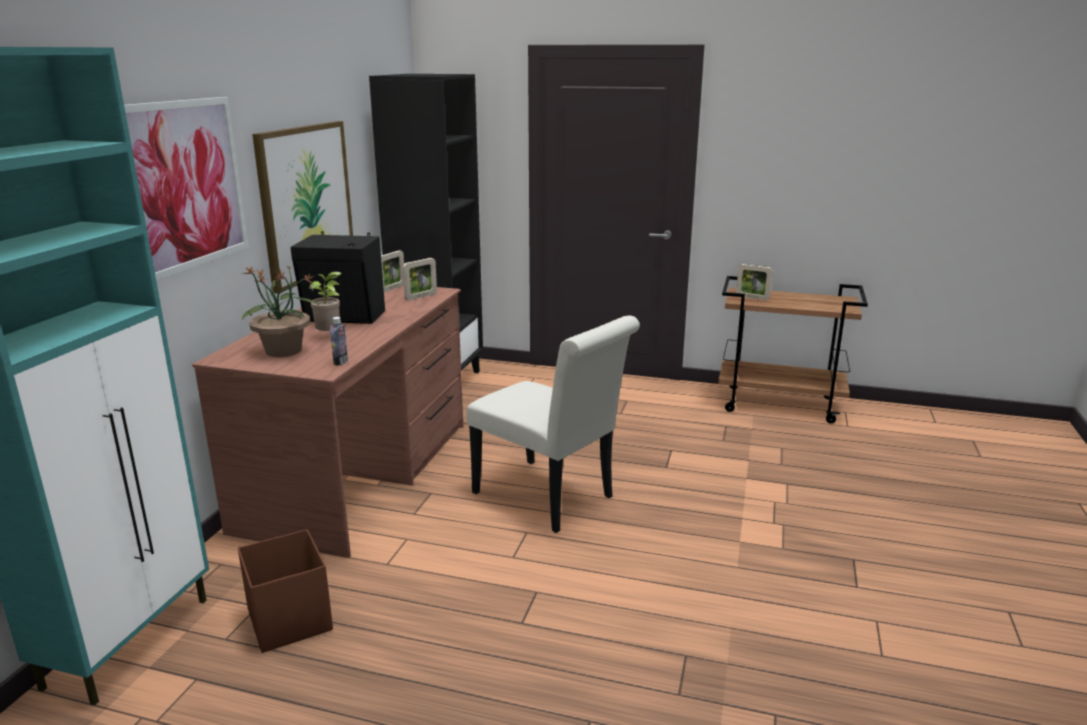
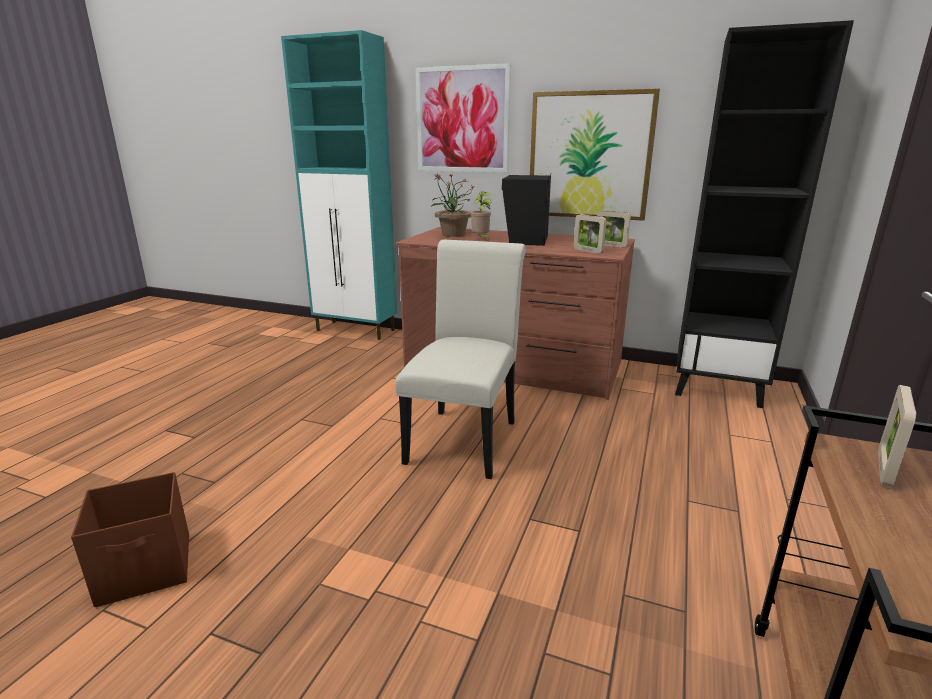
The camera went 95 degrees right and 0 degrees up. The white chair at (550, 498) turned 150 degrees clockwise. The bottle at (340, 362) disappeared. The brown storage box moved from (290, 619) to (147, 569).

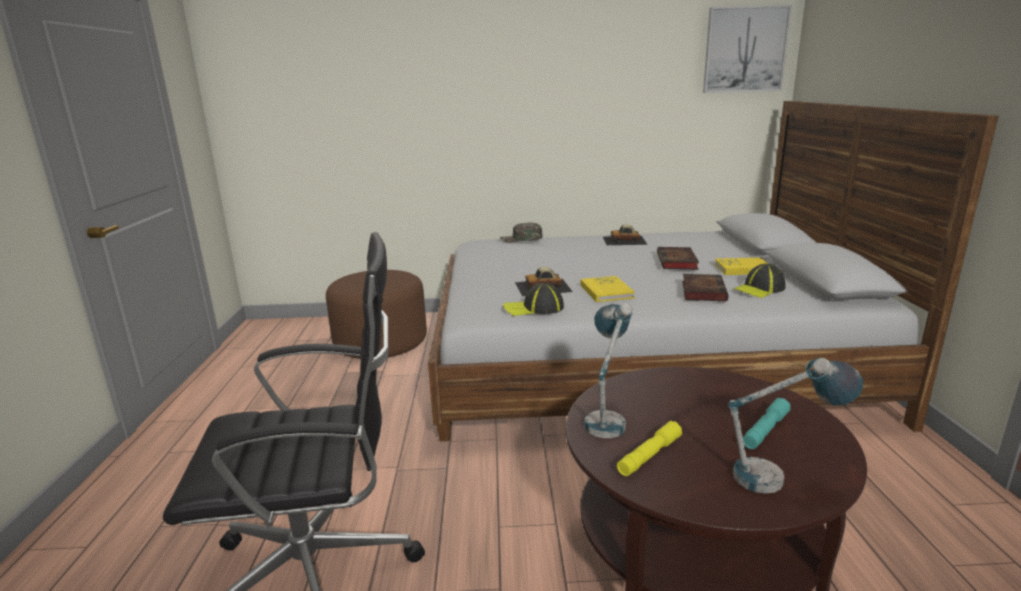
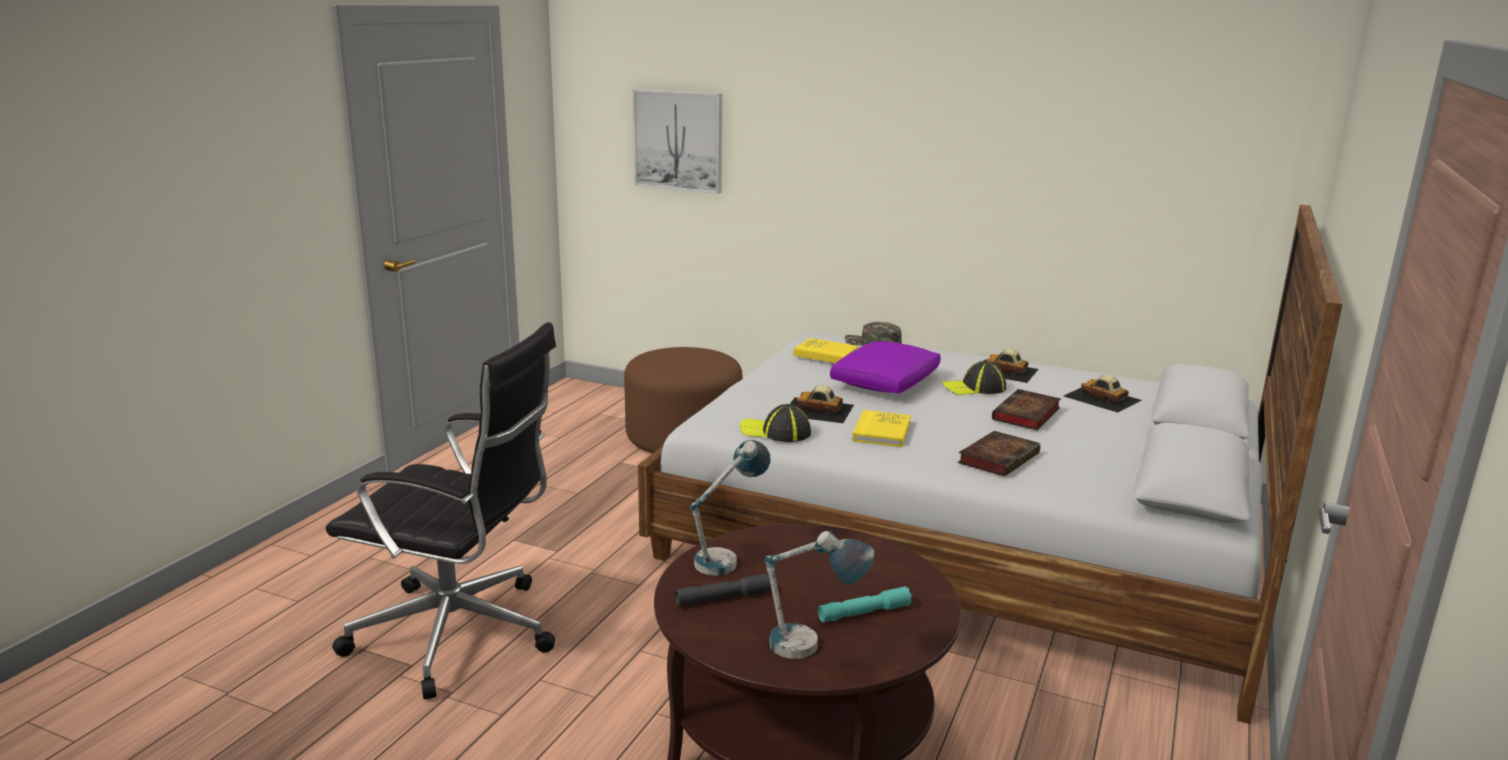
The camera went 25 degrees right and 0 degrees up. The picture moved from (744, 50) to (678, 140). The yellow book moved from (743, 269) to (825, 354). The cap moved from (759, 289) to (974, 388). The yellow flashlight at (649, 455) became the grey flashlight at (722, 598). The purple pillow at (884, 382) appeared. The toy car at (1102, 398) appeared.

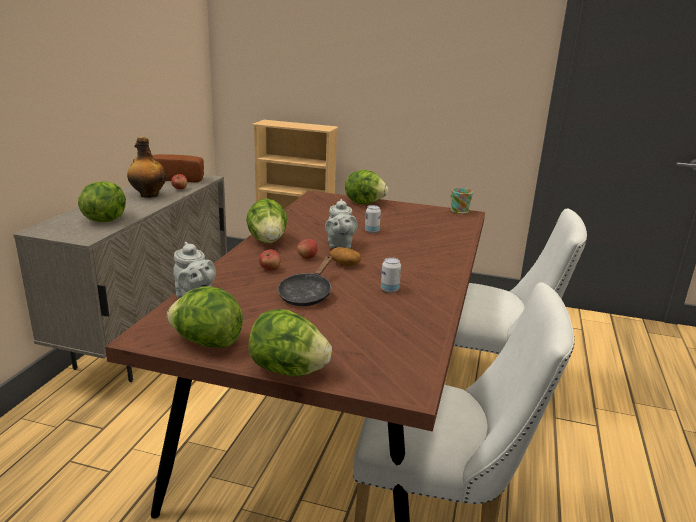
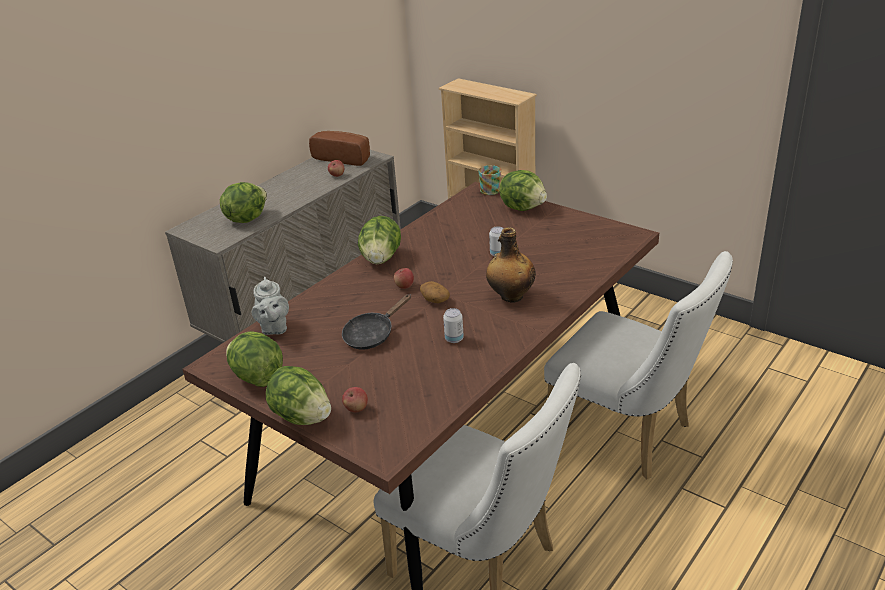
The camera went 25 degrees right and 10 degrees up. The bottle moved from (148, 195) to (511, 296). The mug moved from (458, 210) to (490, 189). The grey teapot at (339, 246) disappeared. The apple moved from (270, 269) to (356, 409).

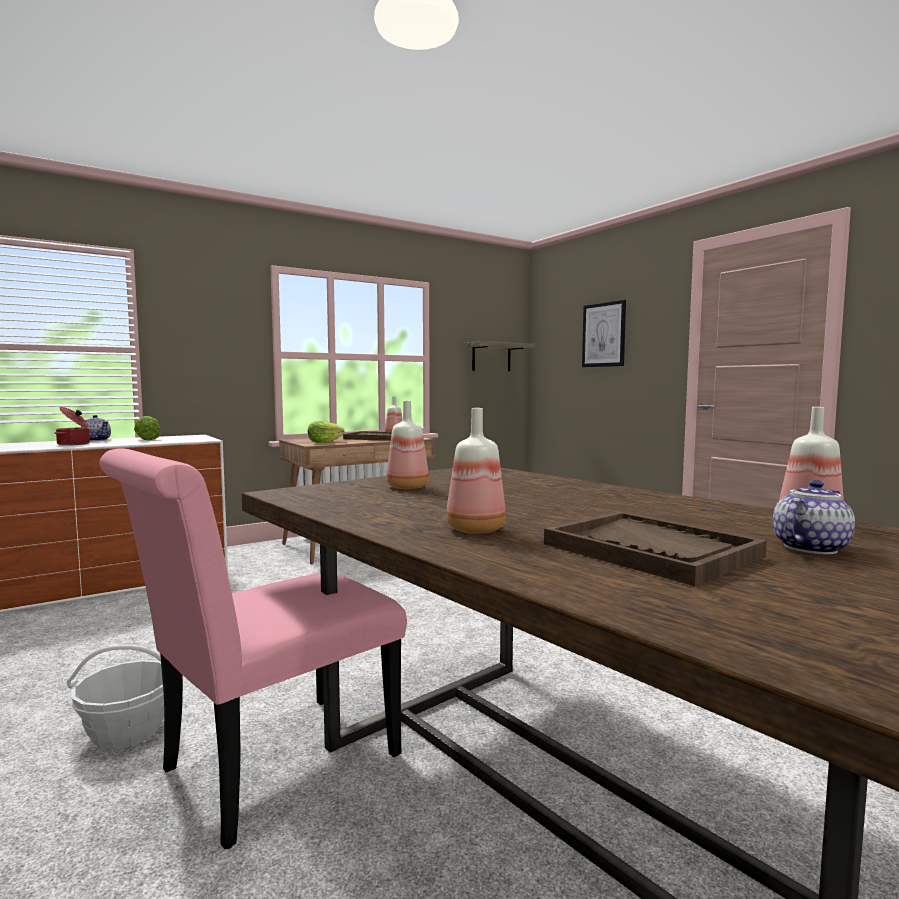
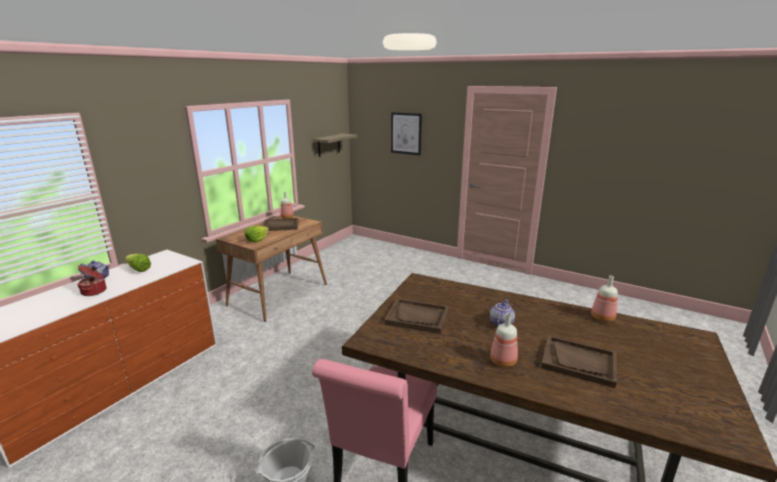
The camera went 25 degrees left and 15 degrees up. The bottle at (408, 487) was replaced by the brown tray at (417, 317). The teapot moved from (809, 548) to (500, 323).

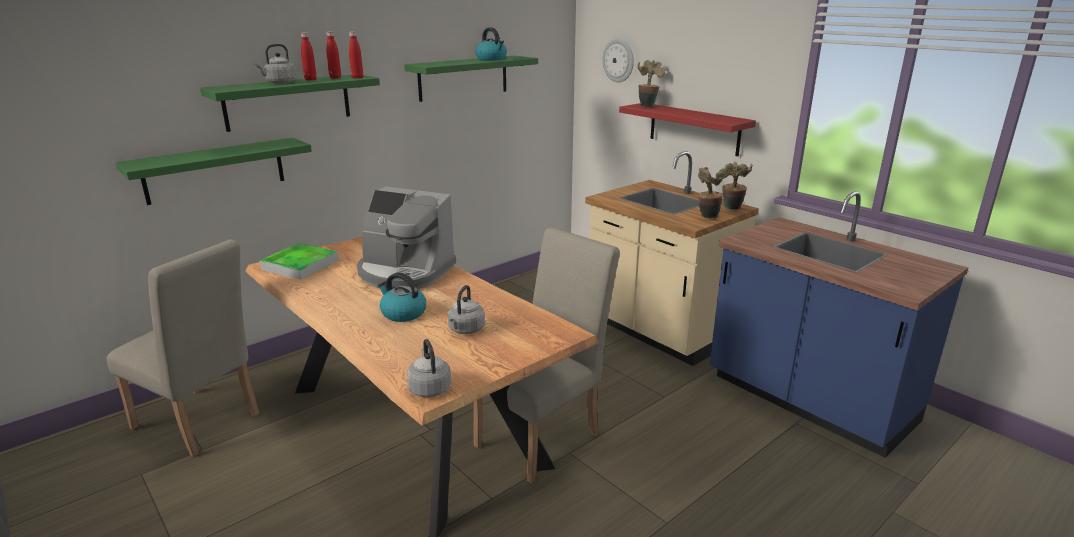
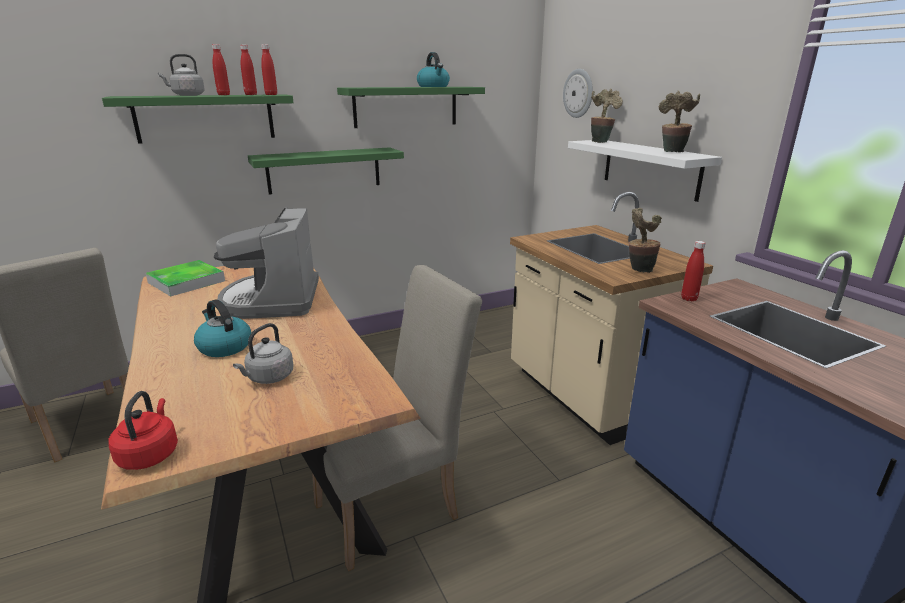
The camera went 15 degrees right and 0 degrees up. The red shelf at (694, 129) became the white shelf at (650, 168). The green shelf moved from (215, 170) to (324, 170). The potted plant moved from (731, 209) to (672, 153). The coffee machine at (404, 272) turned 45 degrees clockwise. The grey kettle at (429, 388) became the red kettle at (150, 454). The red bottle at (689, 299) appeared.

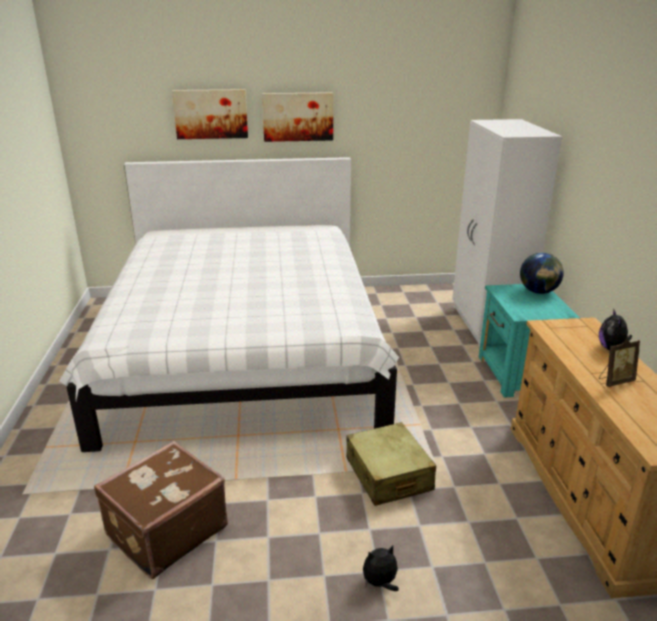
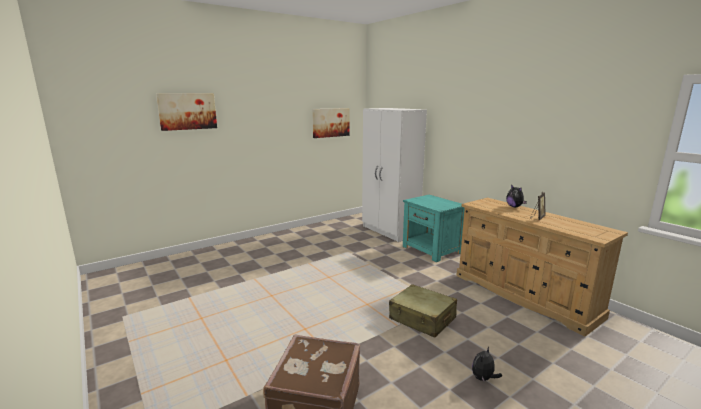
The camera went 30 degrees left and 10 degrees down. The picture moved from (298, 116) to (330, 122). The white bed at (243, 353) disappeared. The globe at (538, 292) disappeared.

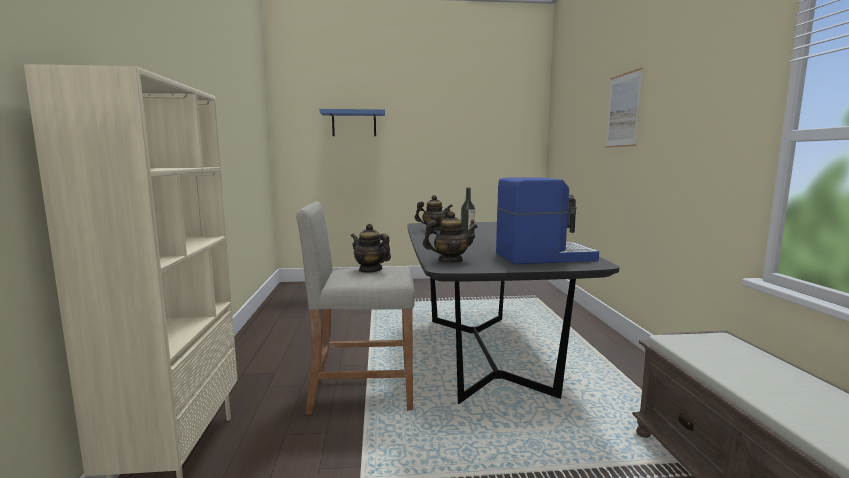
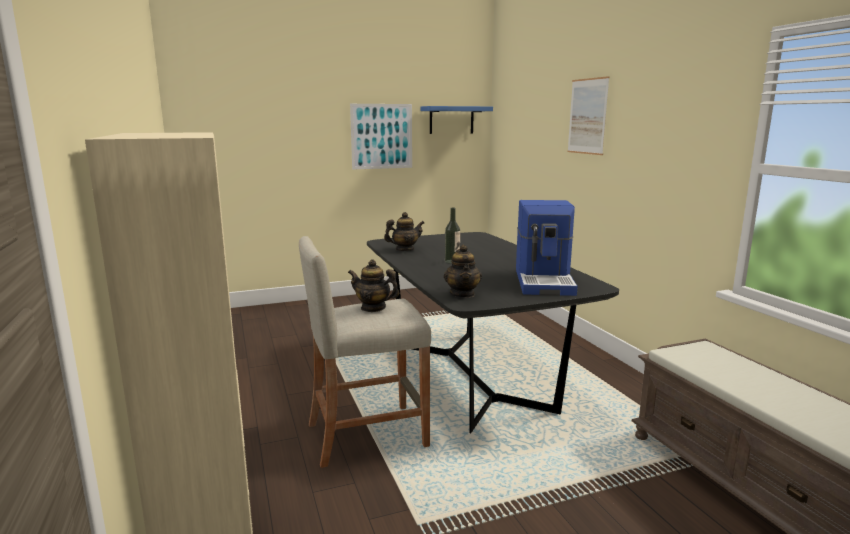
The camera went 15 degrees left and 5 degrees up. The blue shelf moved from (354, 123) to (451, 120). The coffee machine at (543, 257) turned 120 degrees clockwise. The teapot at (450, 261) turned 105 degrees clockwise. The picture at (382, 136) appeared.

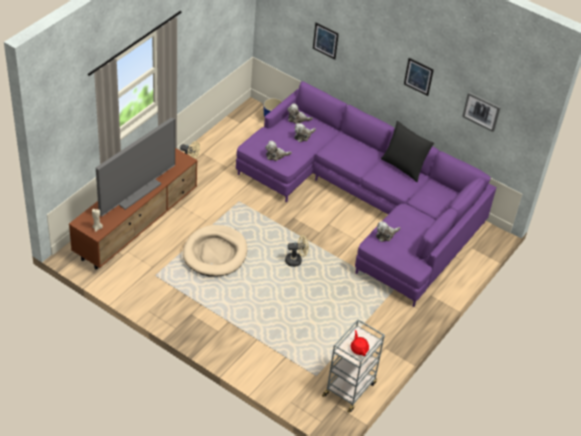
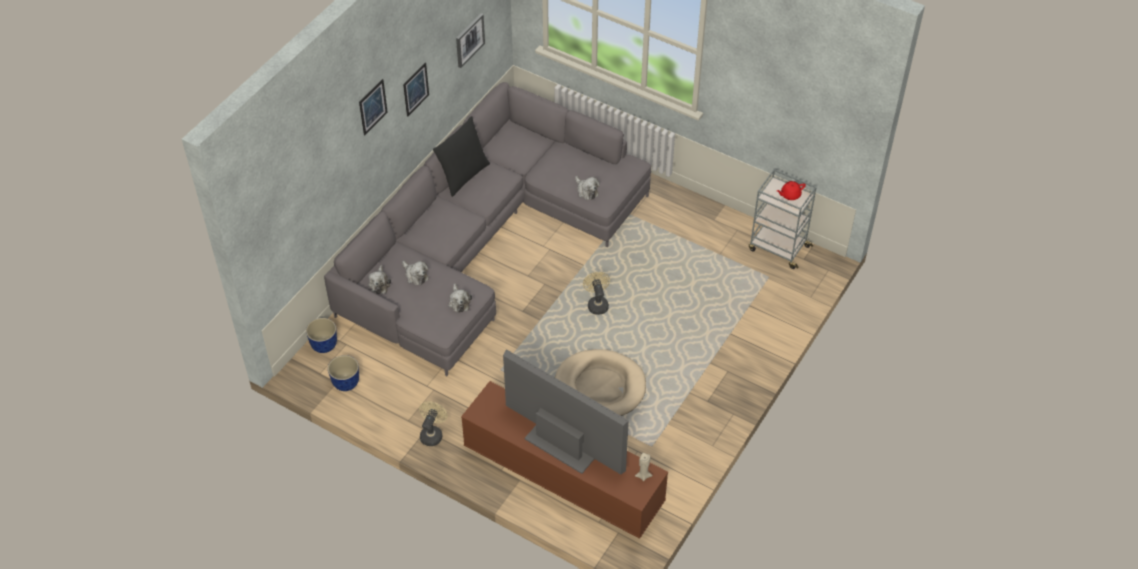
The camera went 90 degrees left and 5 degrees up. The picture moved from (325, 40) to (373, 107). The purple sofa at (366, 204) became the grey sofa at (486, 240). The planter at (345, 383) appeared.

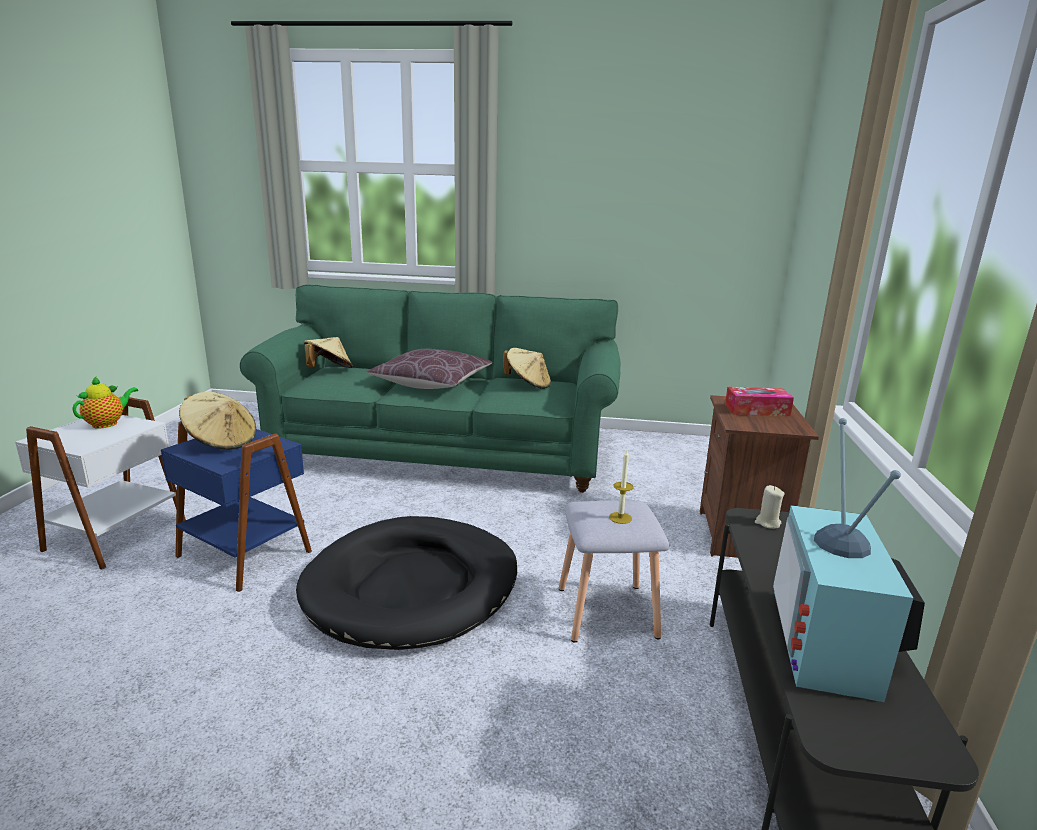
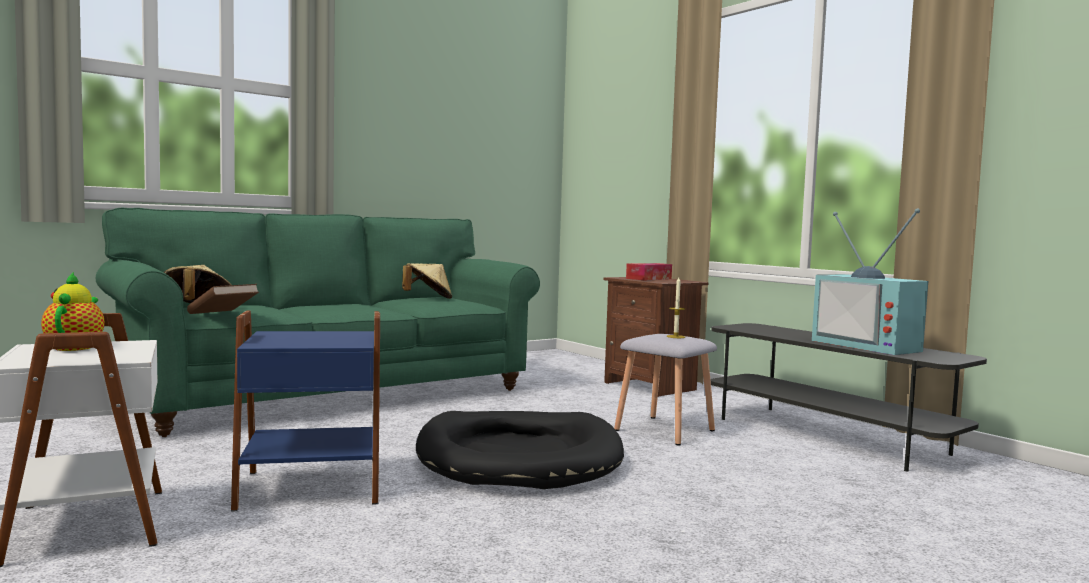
The camera went 45 degrees left and 15 degrees down. The brown pillow at (431, 383) disappeared. The beige hat at (221, 442) disappeared. The beige candle at (767, 523) disappeared. The brown book at (222, 315) appeared.

